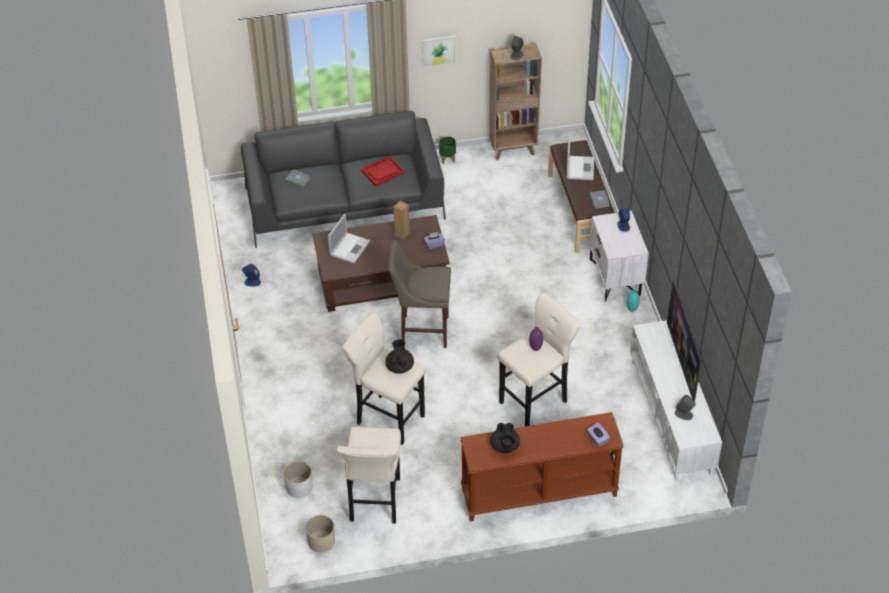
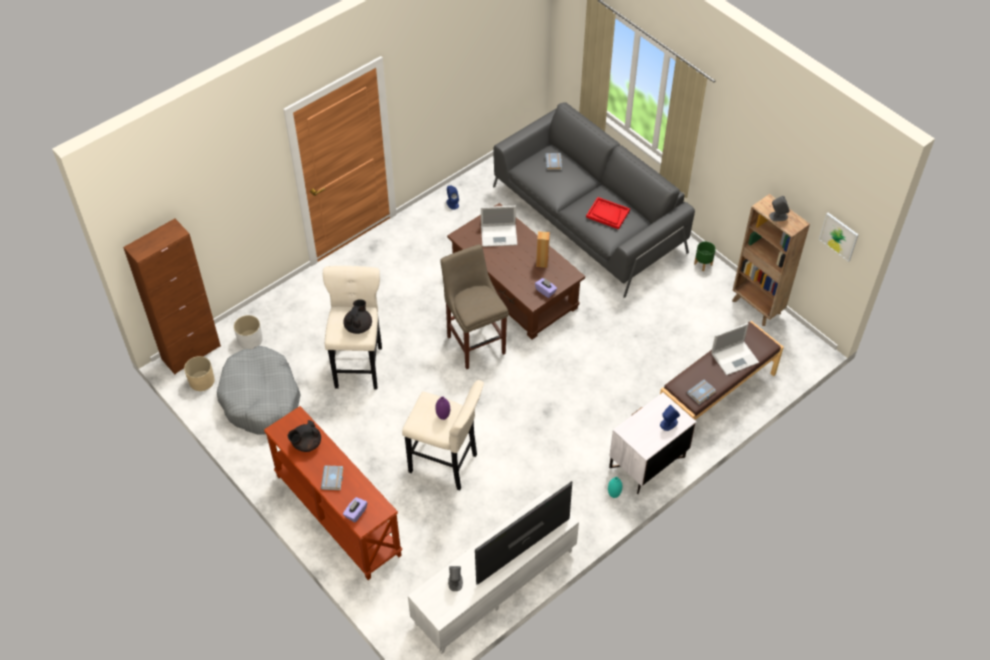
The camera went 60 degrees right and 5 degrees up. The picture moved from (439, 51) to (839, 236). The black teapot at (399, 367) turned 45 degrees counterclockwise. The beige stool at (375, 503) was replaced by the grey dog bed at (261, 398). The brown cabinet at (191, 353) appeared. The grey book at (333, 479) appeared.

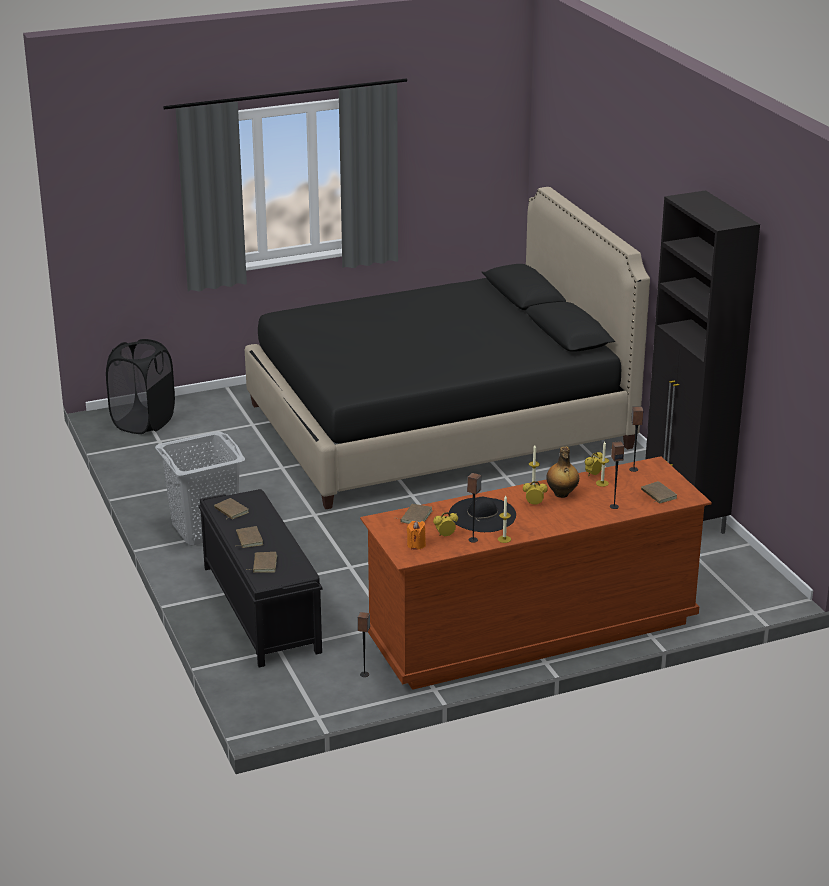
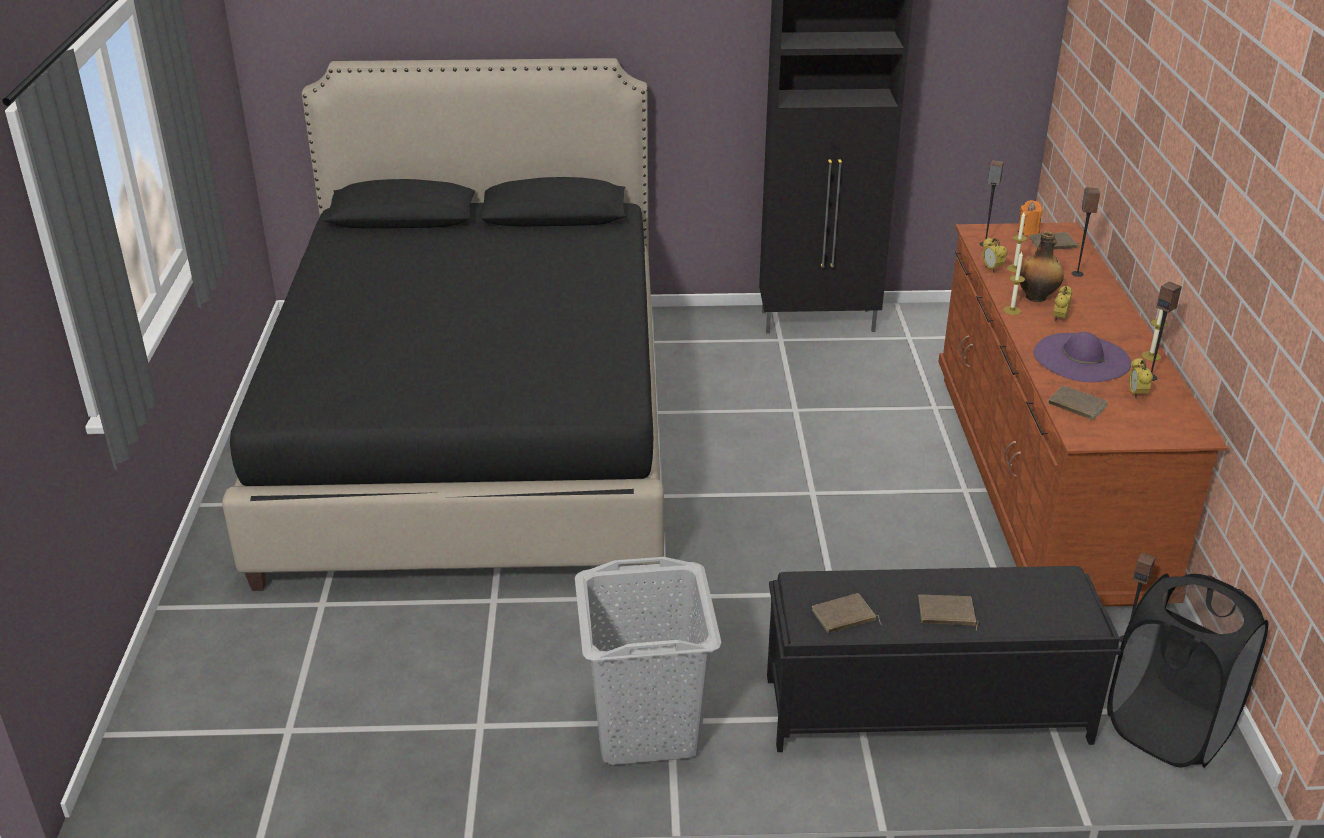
The camera went 70 degrees left and 5 degrees up. The black laundry basket moved from (143, 422) to (1168, 728). The black hat at (482, 515) became the purple hat at (1081, 358). The orange candle moved from (416, 545) to (1028, 231). The brown book at (263, 564) disappeared.

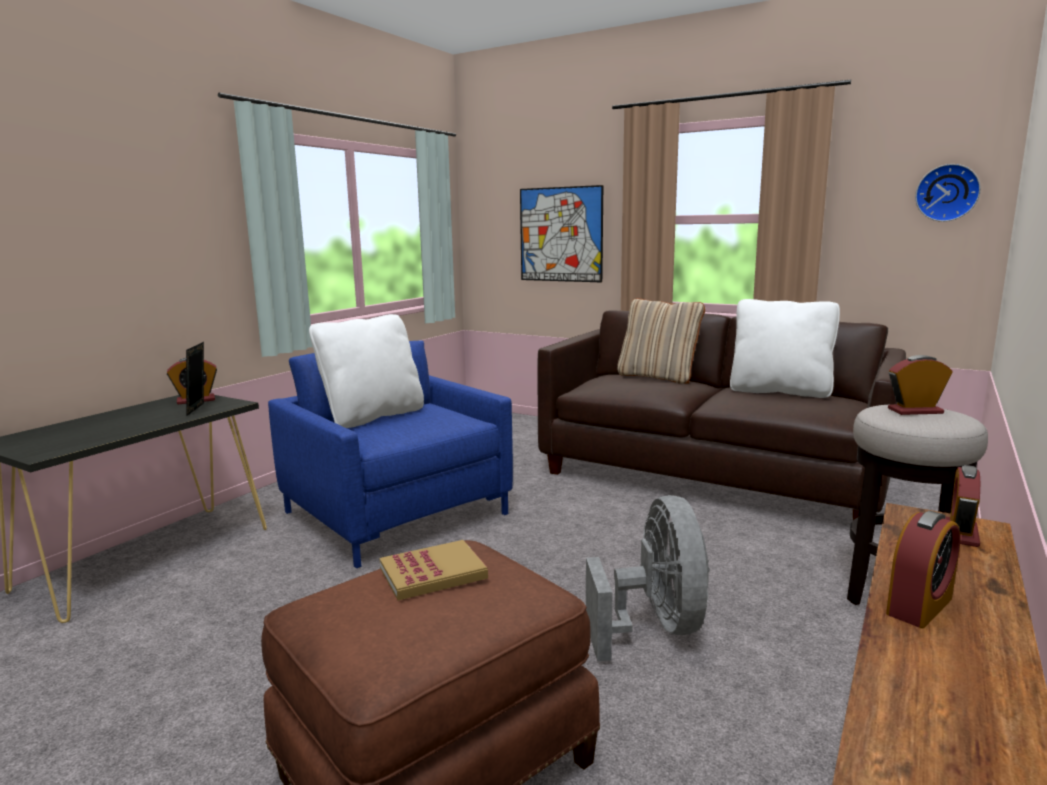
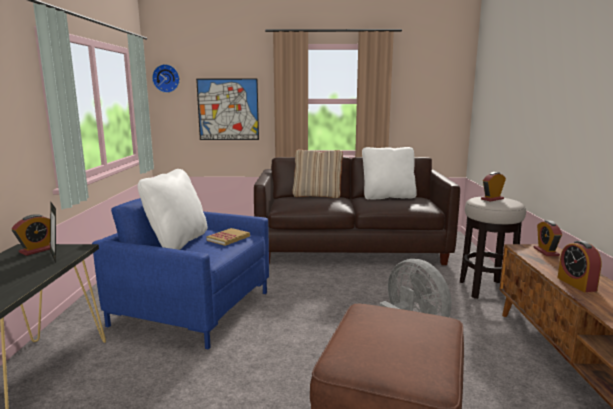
The camera went 30 degrees left and 0 degrees up. The wall clock moved from (947, 193) to (166, 78). The alarm clock at (919, 606) turned 150 degrees clockwise. The book moved from (433, 573) to (228, 238).

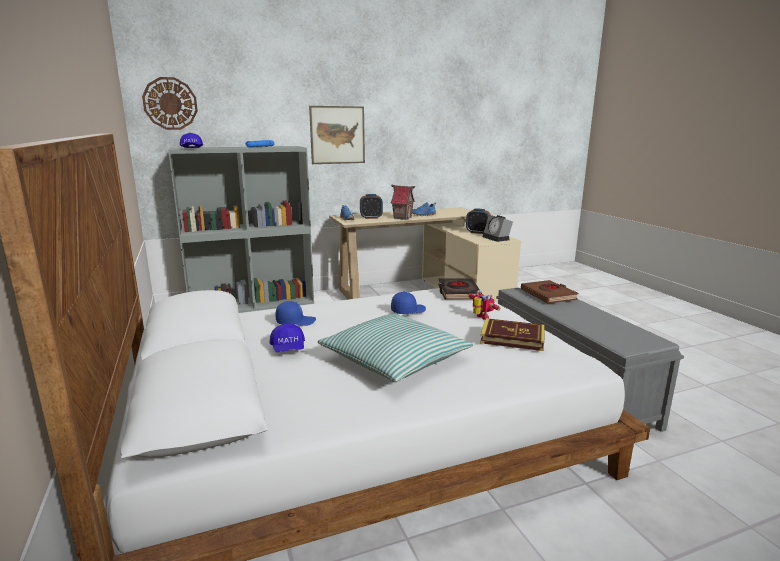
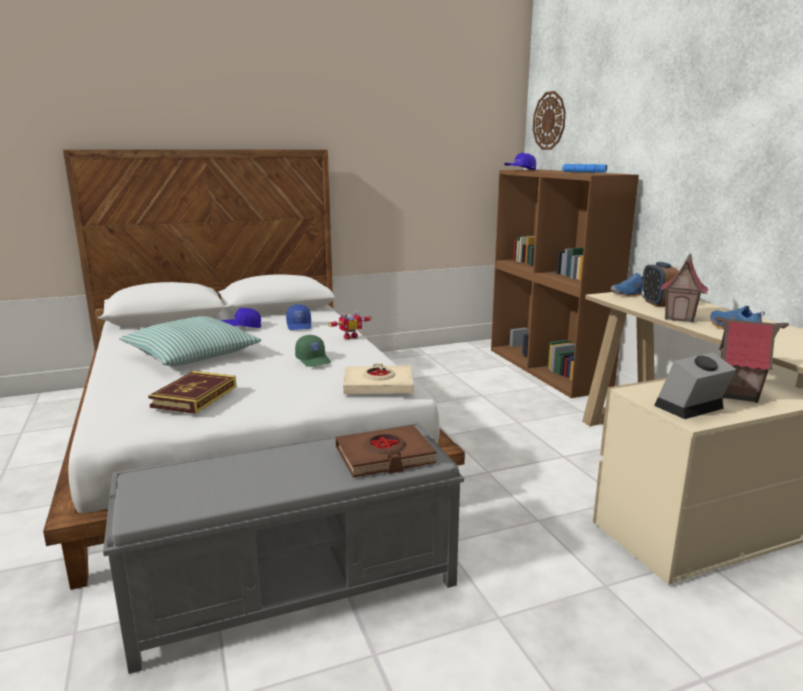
The camera went 90 degrees right and 0 degrees up. The picture at (337, 135) disappeared. The grey bookcase at (253, 305) became the brown bookcase at (548, 369). The alarm clock at (477, 232) was replaced by the toy house at (738, 395). The black book at (458, 292) became the beige book at (378, 385). The toy robot moved from (480, 317) to (349, 337). The blue cap at (408, 310) became the green cap at (314, 360).

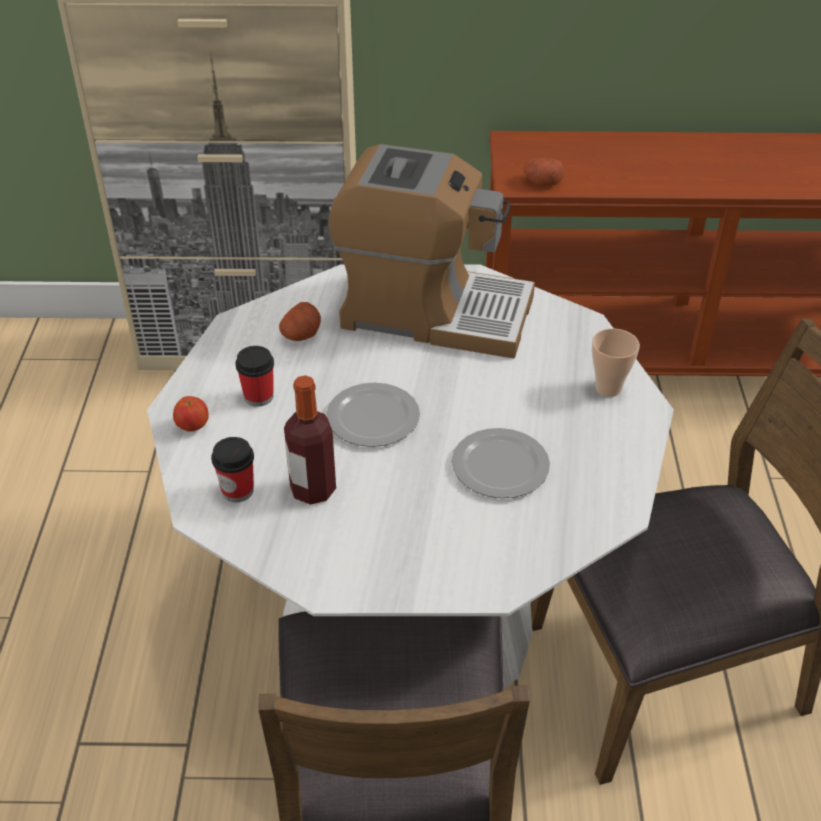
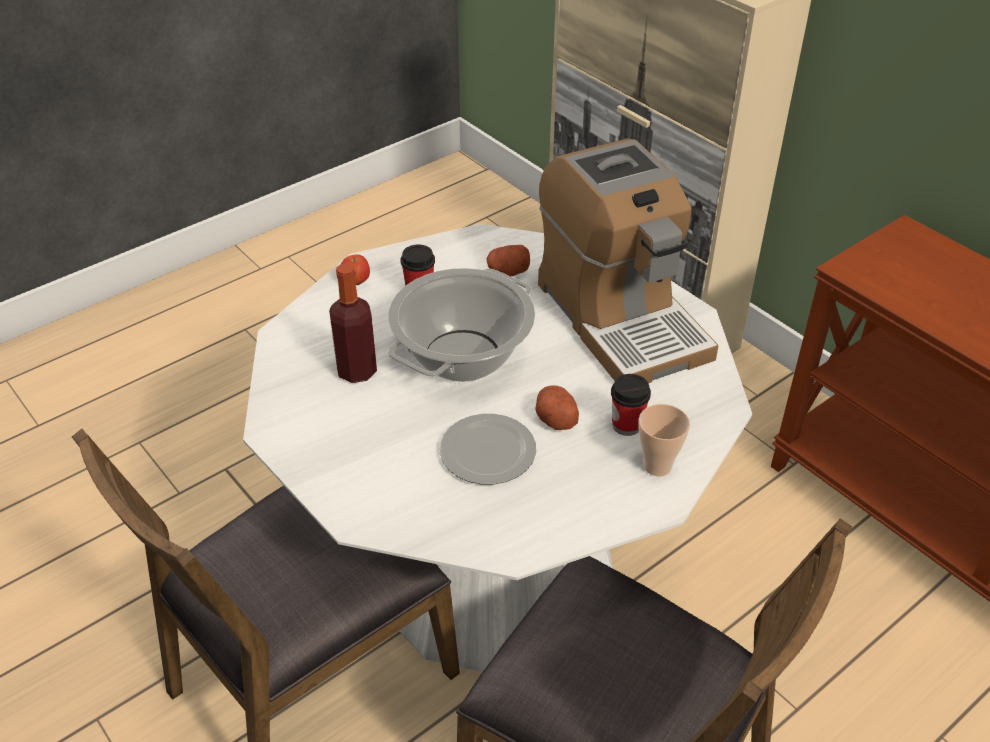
The camera went 50 degrees right and 0 degrees up. The potato moved from (542, 182) to (555, 418). The plate at (371, 417) was replaced by the cooking pot at (462, 355). The cup moved from (237, 490) to (626, 425).

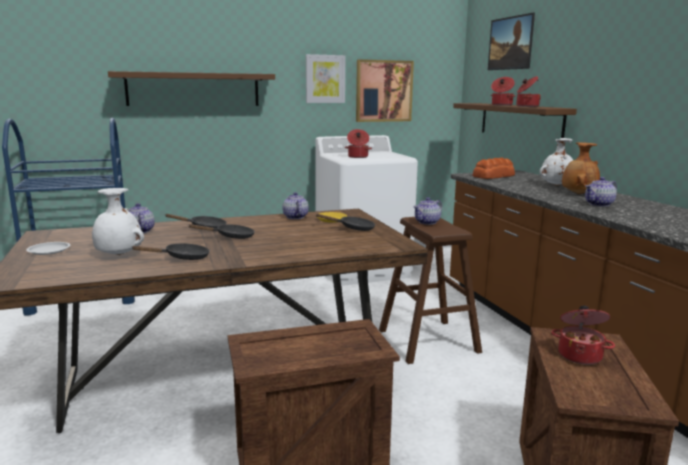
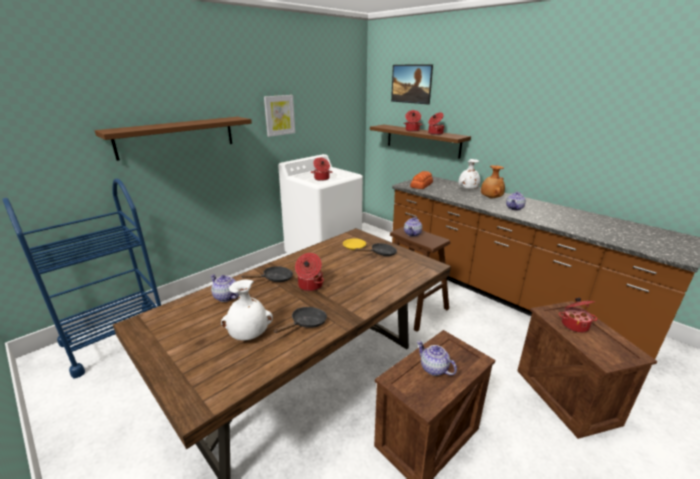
The camera went 25 degrees left and 10 degrees up. The picture at (383, 91) disappeared. The teapot moved from (295, 217) to (433, 368). The black frying pan at (231, 237) was replaced by the cooking pot at (310, 285). The white plate at (48, 251) disappeared.

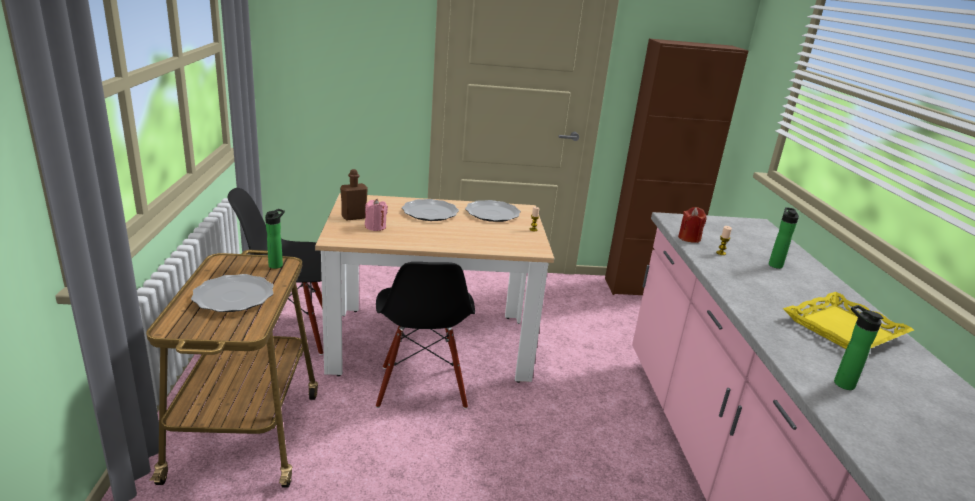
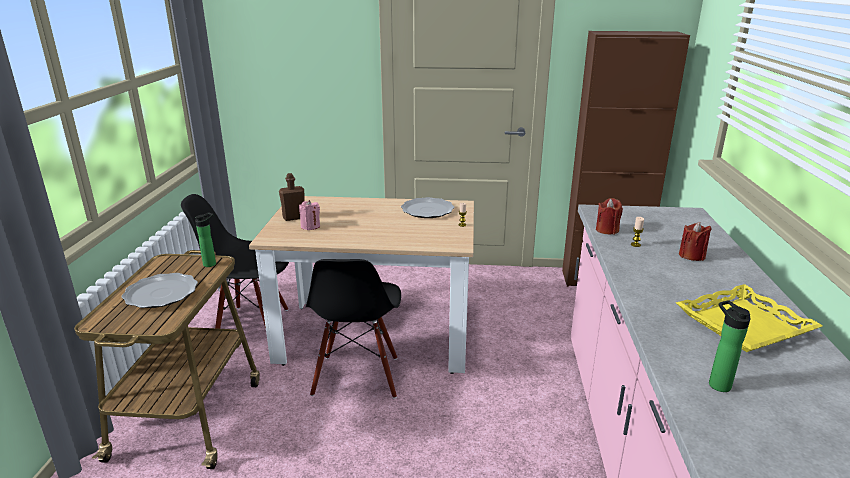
The camera went 10 degrees right and 0 degrees up. The plate at (430, 213) disappeared. The bottle at (775, 264) was replaced by the red candle at (691, 256).

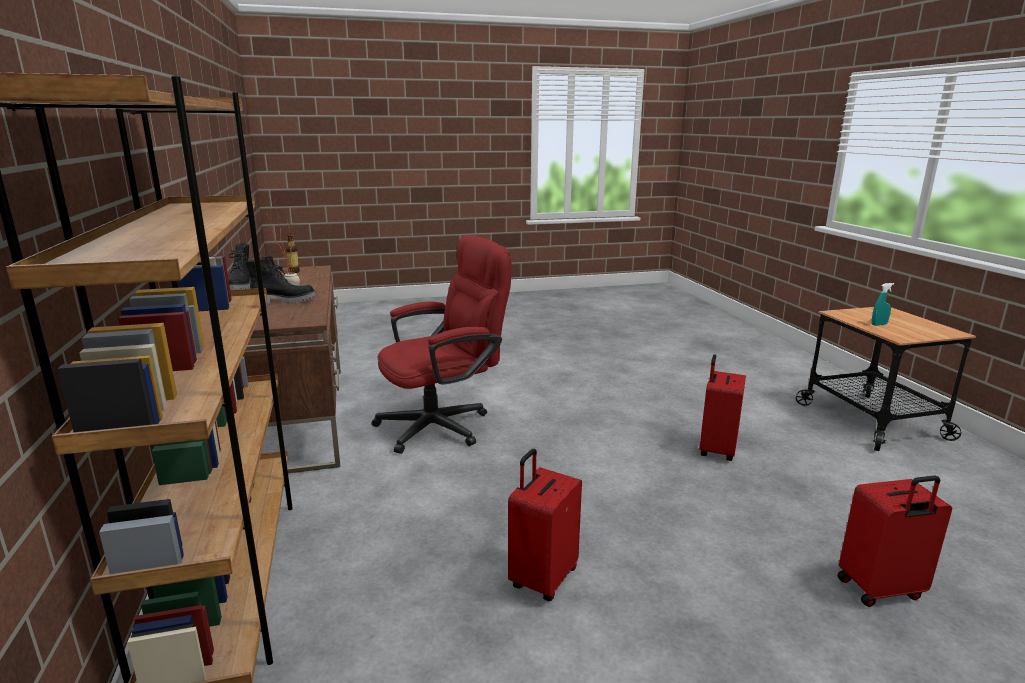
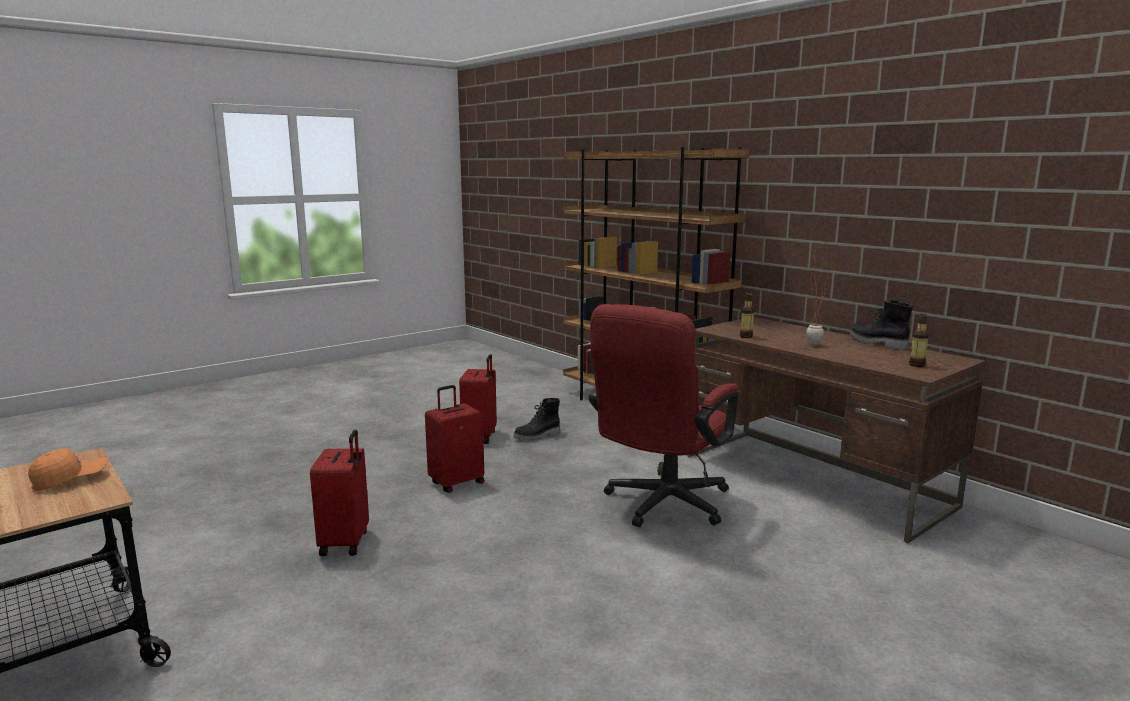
The camera went 155 degrees right and 5 degrees down. The black boot moved from (284, 301) to (537, 436). The turquoise spray bottle at (879, 325) was replaced by the orange cap at (70, 480). The red suitcase moved from (881, 590) to (456, 483). The bottle at (746, 337) appeared.

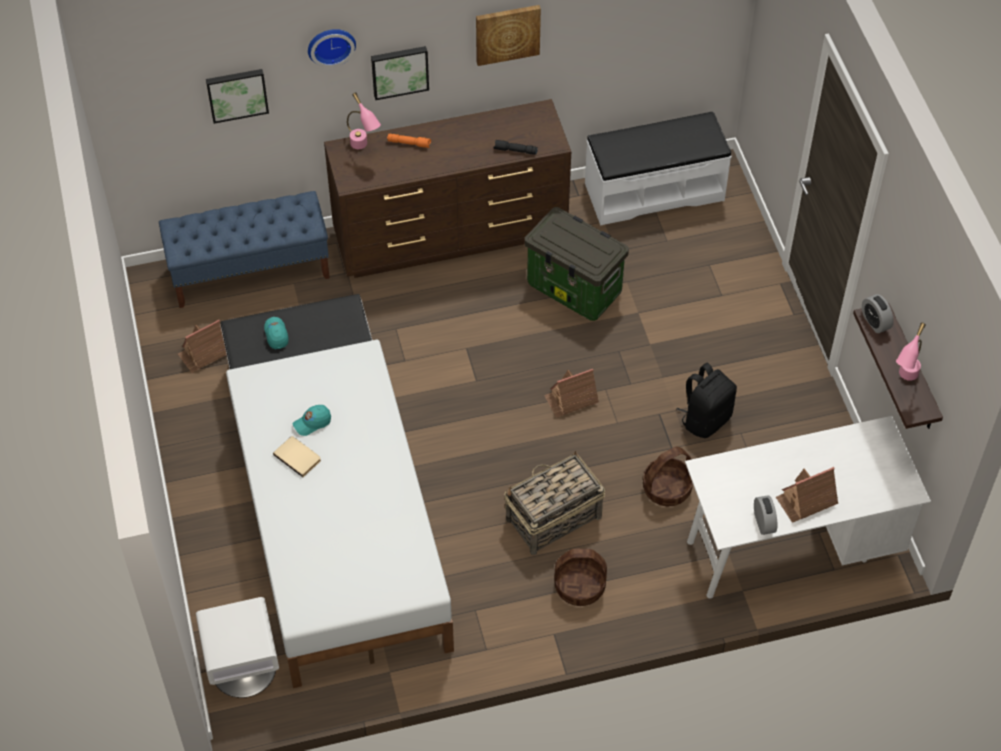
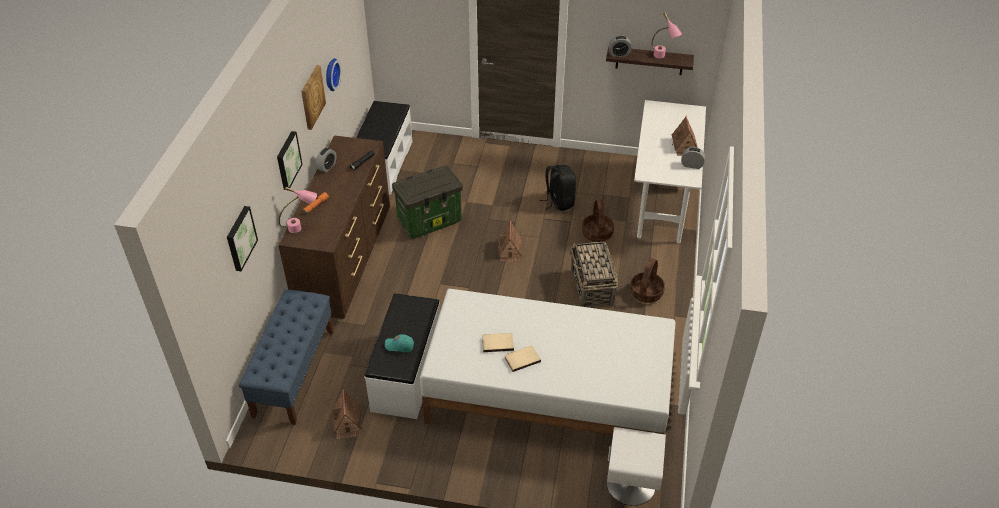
The camera went 65 degrees left and 10 degrees down. The wall clock moved from (331, 44) to (330, 74). The turquoise cap at (312, 423) was replaced by the beige book at (497, 342). The alarm clock at (327, 167) appeared.

